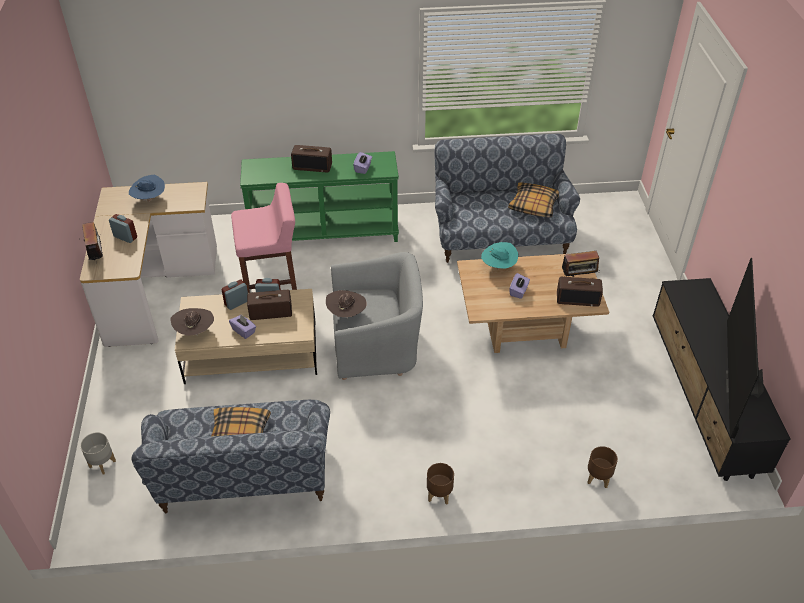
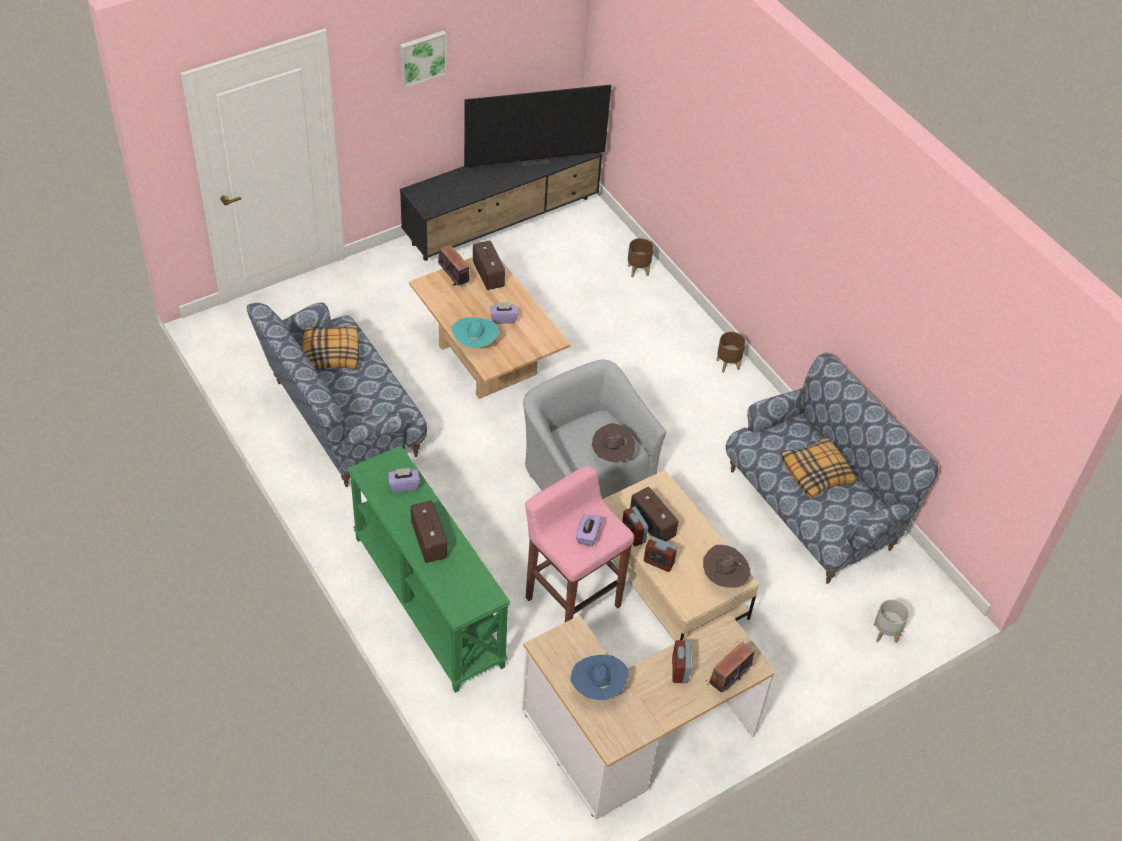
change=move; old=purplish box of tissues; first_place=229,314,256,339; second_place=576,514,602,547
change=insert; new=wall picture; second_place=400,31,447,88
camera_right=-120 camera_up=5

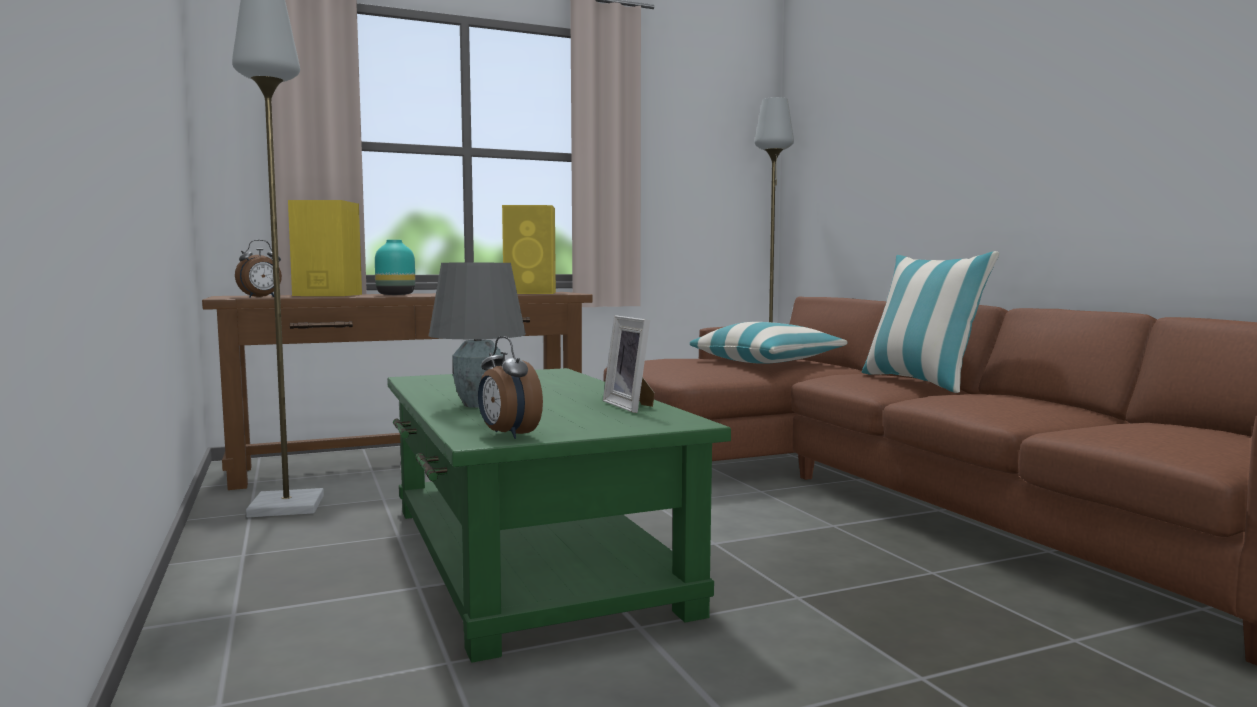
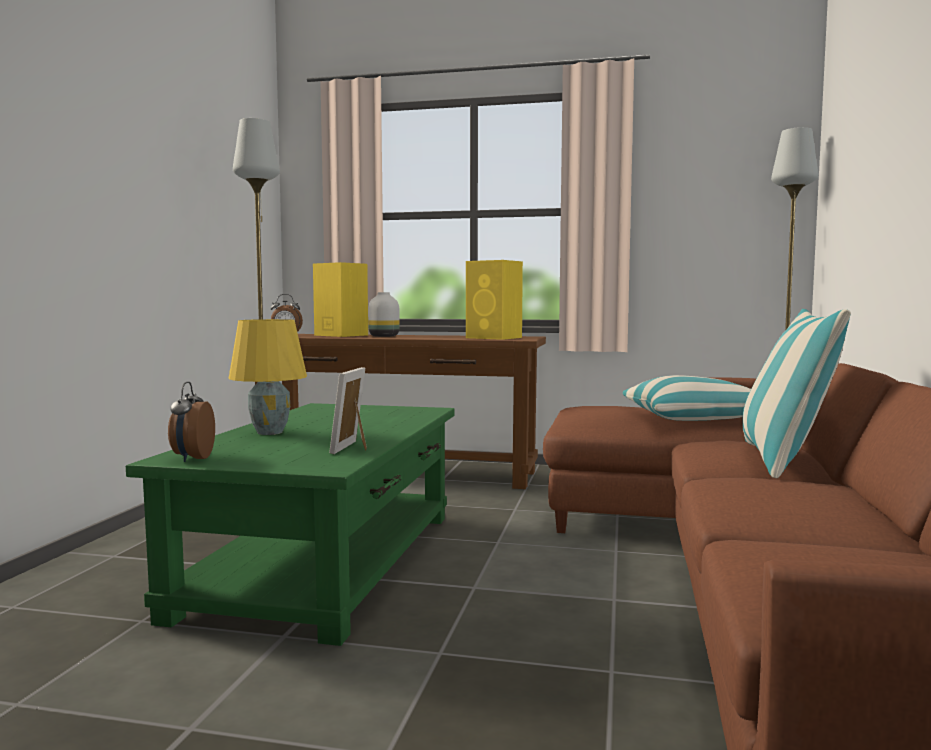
change=recolor; old=blue-green flower vase; new=white flower vase; first_place=375,240,415,295; second_place=368,292,400,337
change=recolor; old=grey tabletop lamp; new=yellow-coloured tabletop lamp; first_place=429,263,526,408; second_place=229,319,307,435
camera_right=35 camera_up=0

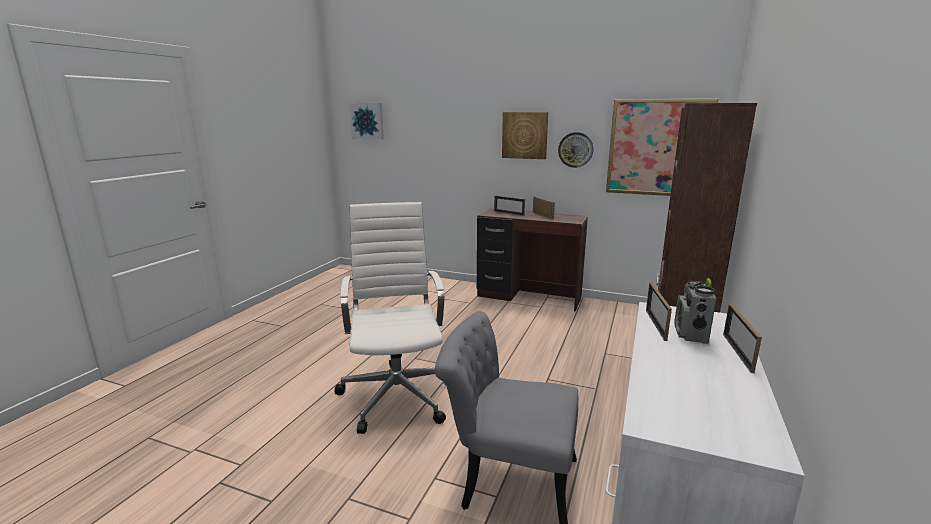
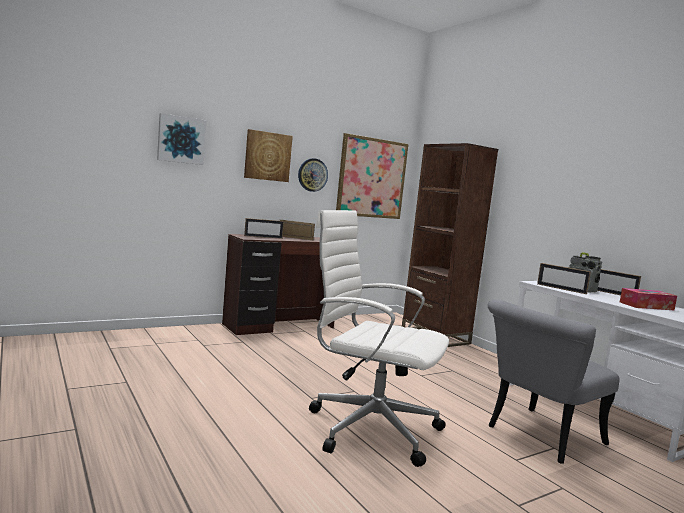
change=move; old=wall picture; first_place=349,103,384,140; second_place=157,113,206,165
change=insert; new=box of tissues; second_place=620,288,677,310
camera_right=-55 camera_up=-10

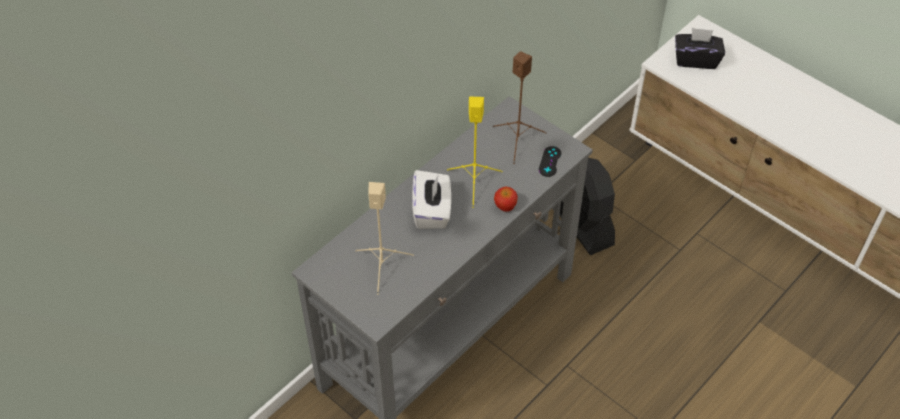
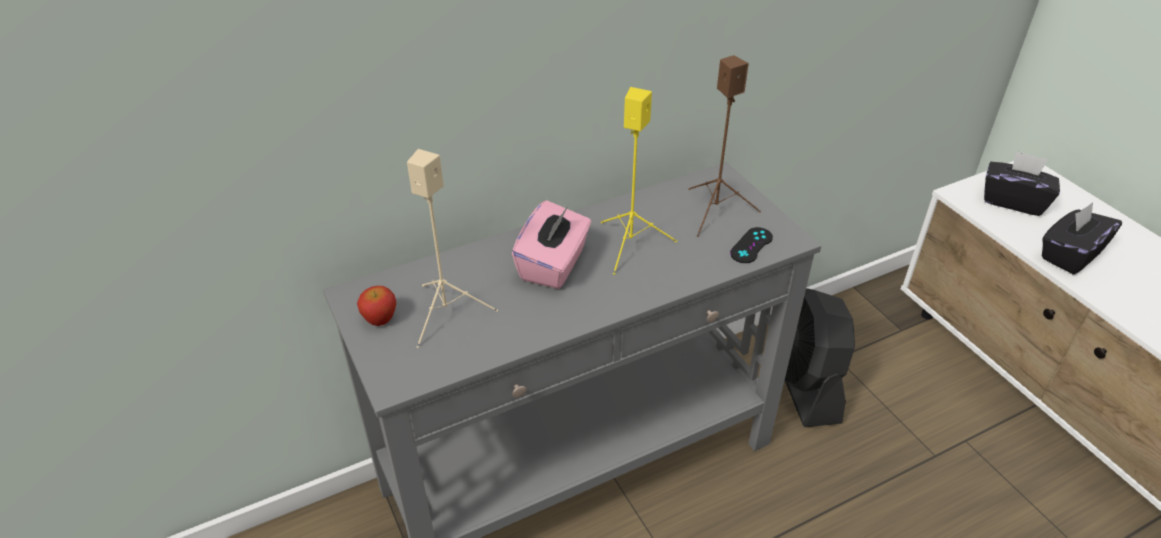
change=recolor; old=white box of tissues; new=pink box of tissues; first_place=413,170,451,229; second_place=512,200,591,289
change=move; old=apple; first_place=494,186,518,212; second_place=357,286,396,326
change=insert; new=black box of tissues; second_place=1042,202,1122,274
camera_right=20 camera_up=-10

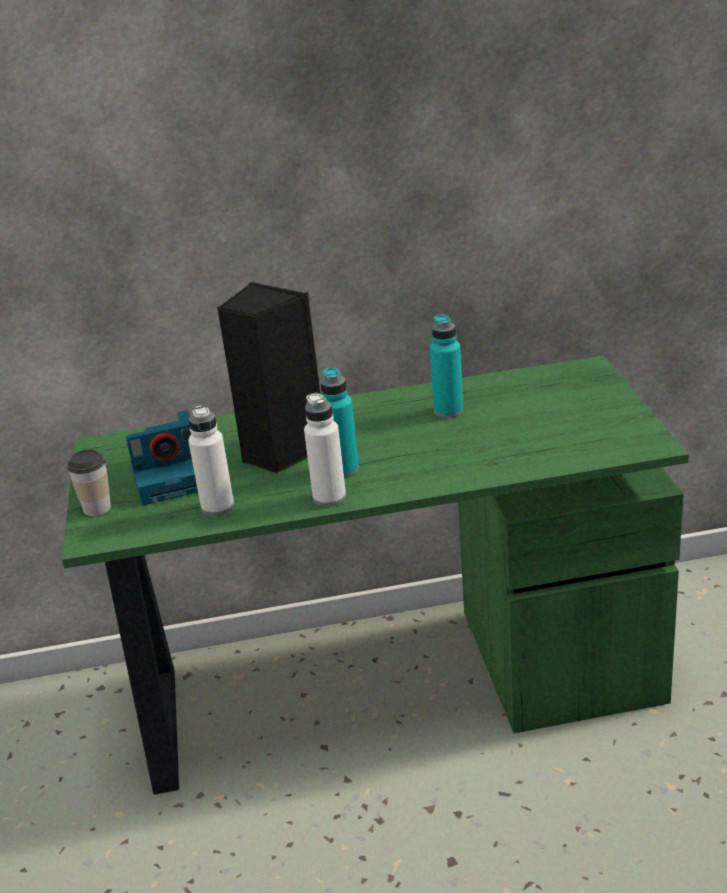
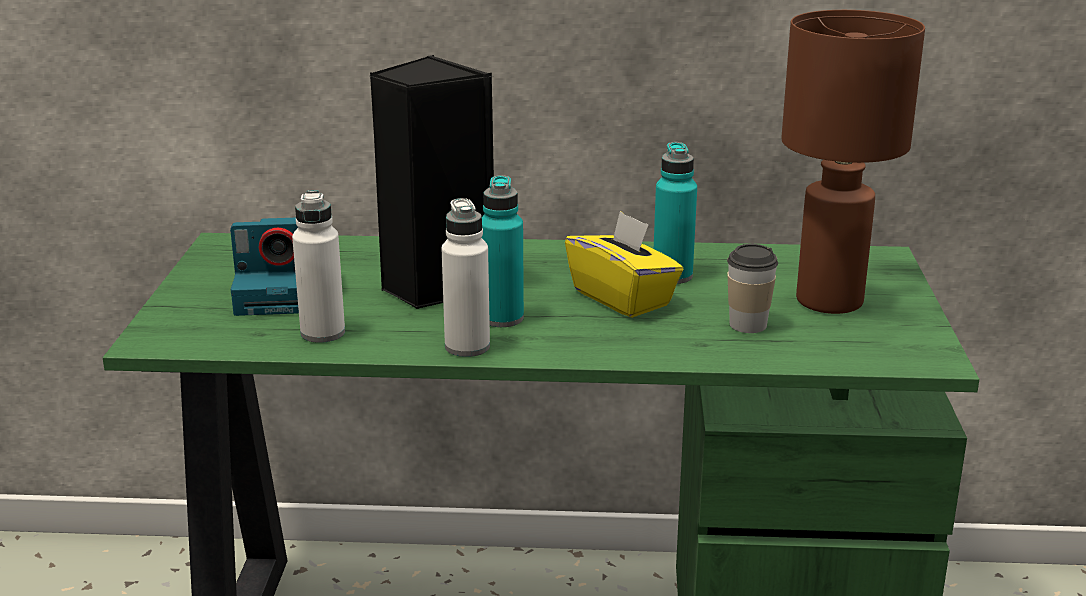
change=move; old=cup; first_place=67,449,111,516; second_place=727,244,778,333
change=insert; new=yellow-coloured box of tissues; second_place=565,211,684,318
change=insert; new=brown-coloured tabletop lamp; second_place=781,10,925,314
camera_right=10 camera_up=-5

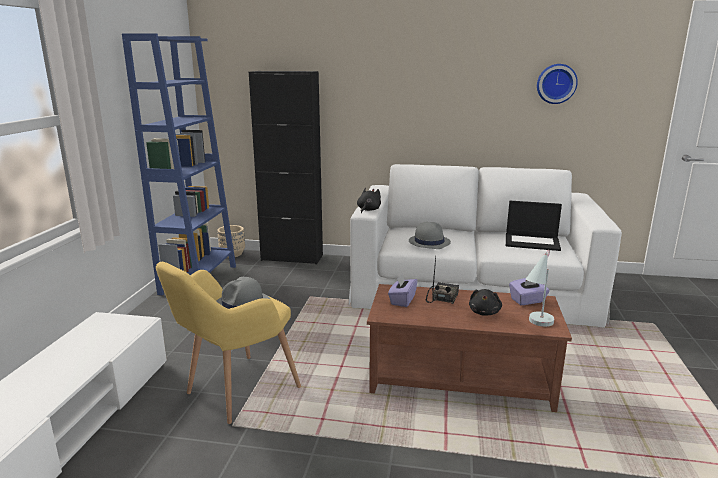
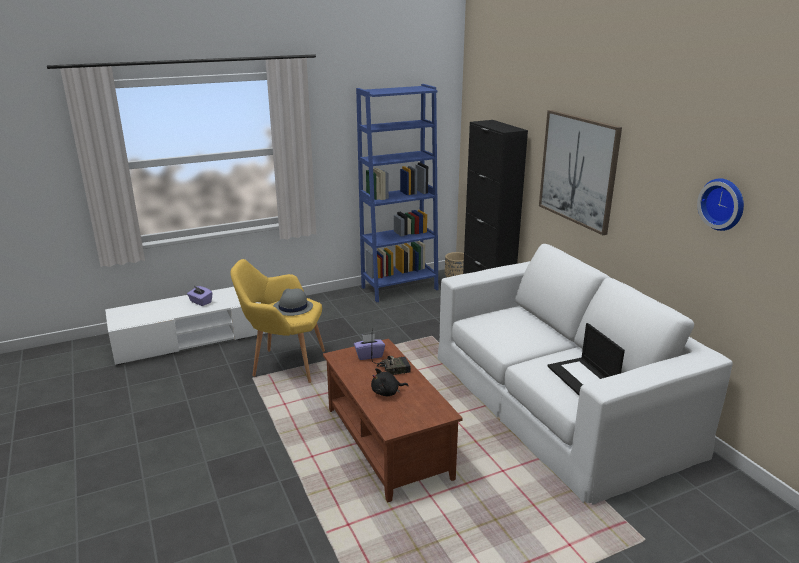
change=delete; old=black plush toy; first_place=357,188,381,213
change=delete; old=grey clothing hat; first_place=409,221,451,249
change=move; old=purplish box of tissues; first_place=509,278,550,305; second_place=187,286,212,306
change=delete; old=white tabletop lamp; first_place=525,250,554,327
change=insert; new=wall picture; second_place=539,110,622,235
camera_right=55 camera_up=5

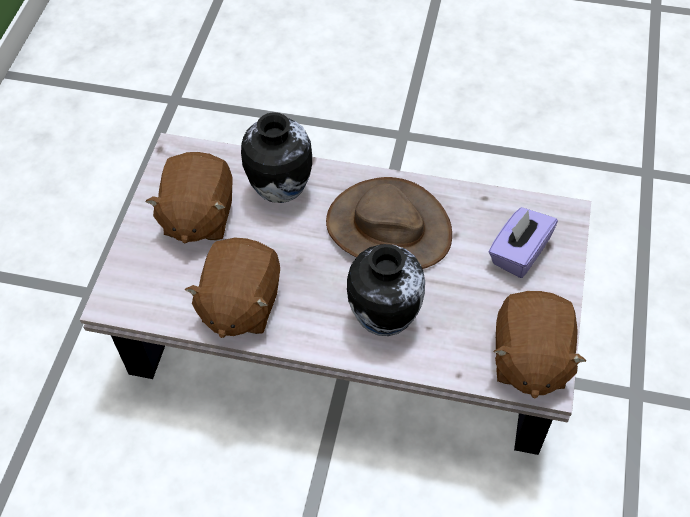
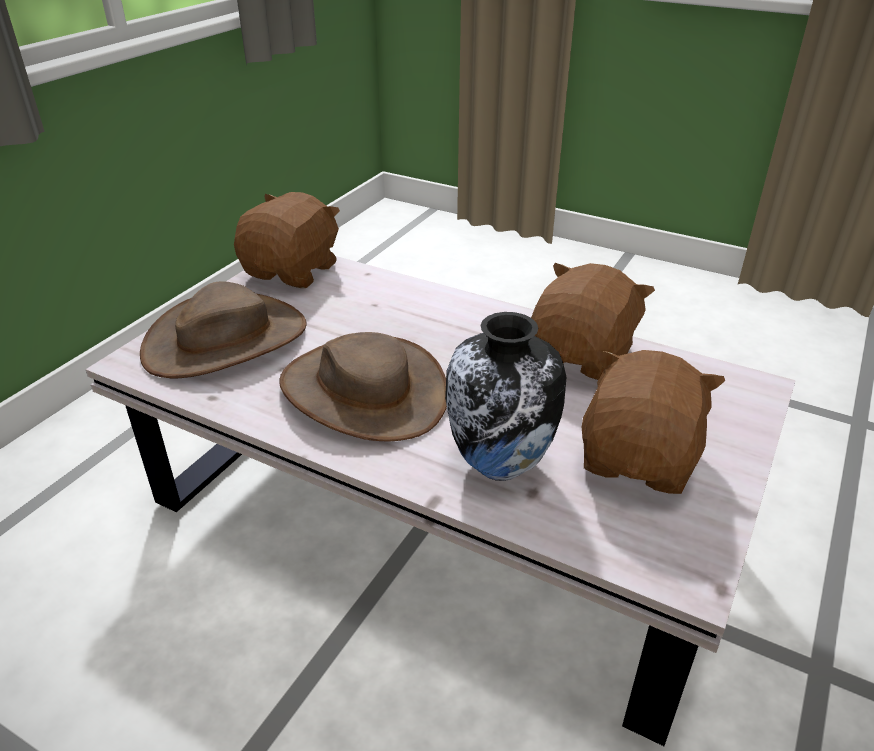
change=delete; old=flower vase; first_place=347,244,425,336
change=replace; old=purplish box of tissues; new=brown-coloured clothing hat; first_place=489,207,558,278; second_place=140,281,306,378
camera_right=-165 camera_up=-20

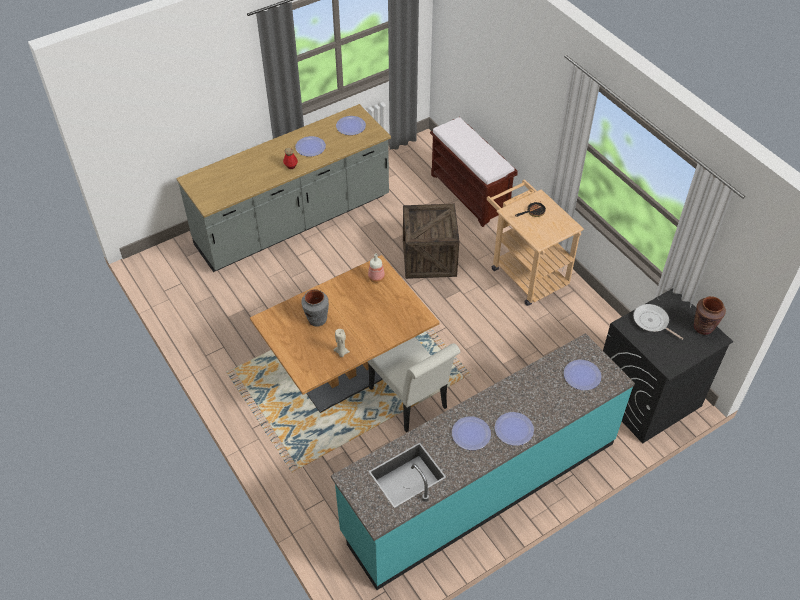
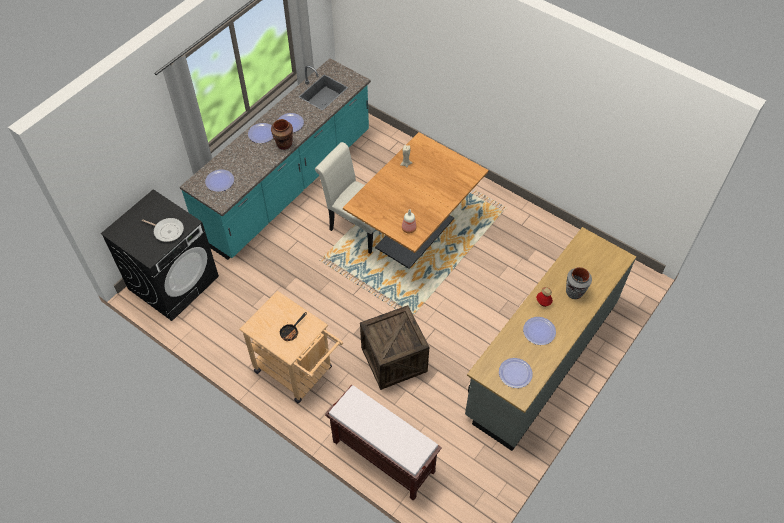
change=move; old=grey flower vase; first_place=301,289,329,327; second_place=566,267,592,299
change=move; old=brown-coloured flower vase; first_place=694,296,726,335; second_place=271,119,293,150
camera_right=160 camera_up=5

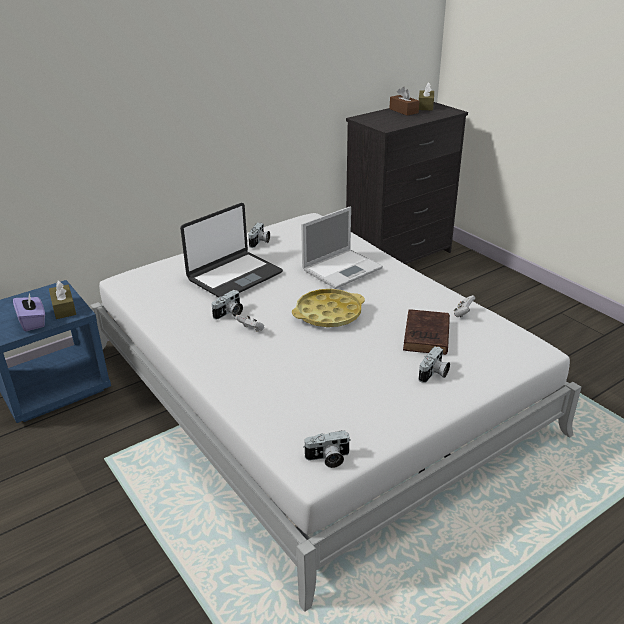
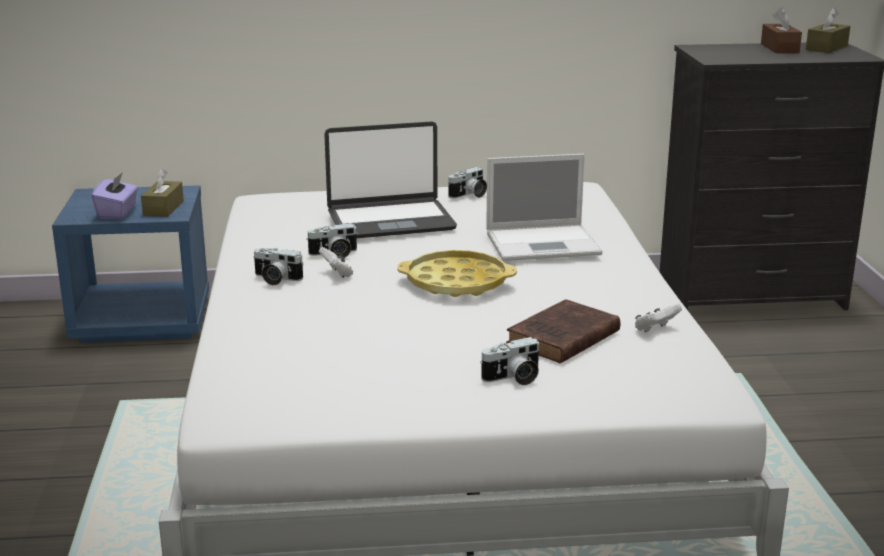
change=move; old=photo camera; first_place=303,431,351,468; second_place=253,248,303,285
camera_right=30 camera_up=-10

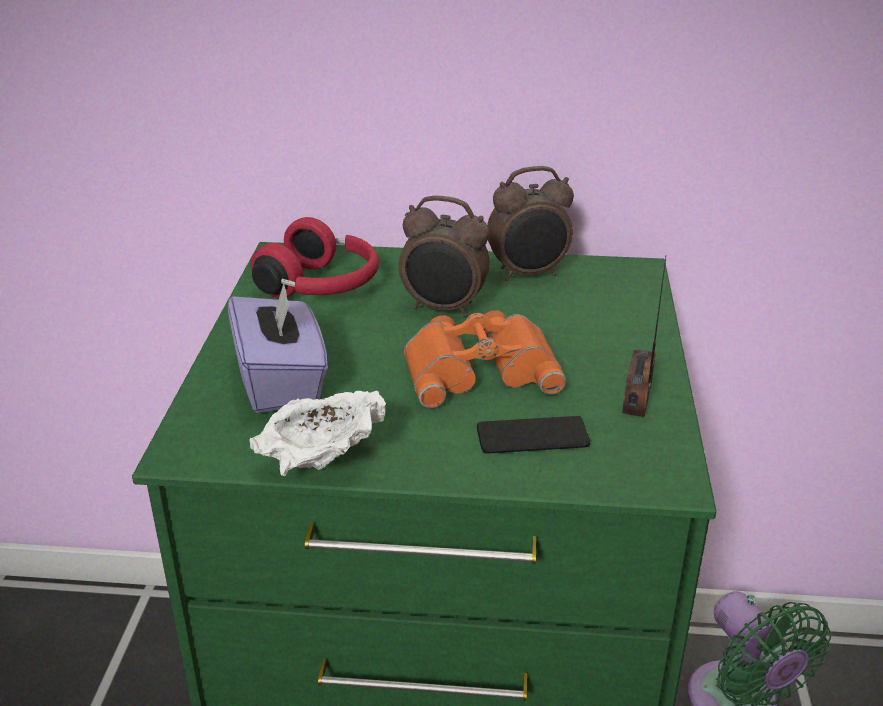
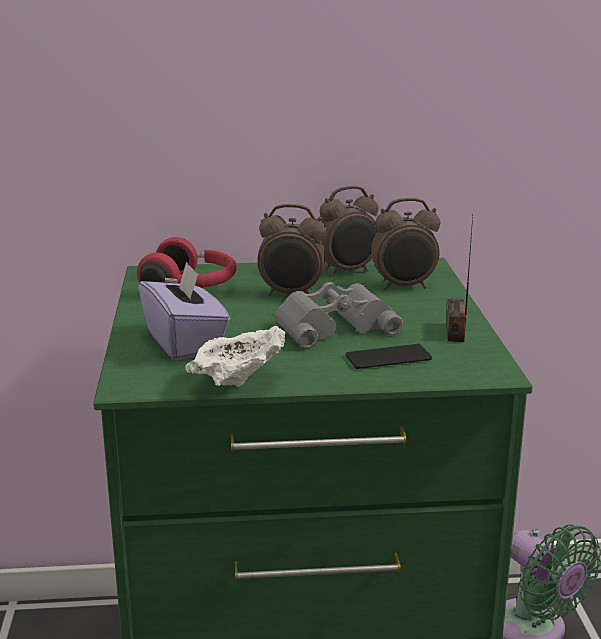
change=recolor; old=orange-coloured pair of binoculars; new=grey pair of binoculars; first_place=404,310,566,408; second_place=275,282,403,348
change=insert; new=alarm clock; second_place=371,198,440,290
camera_right=-10 camera_up=-10

